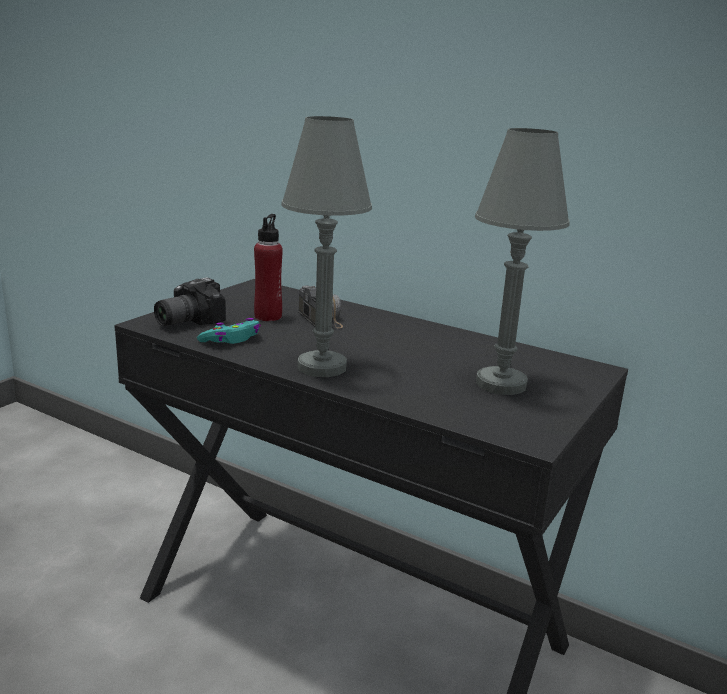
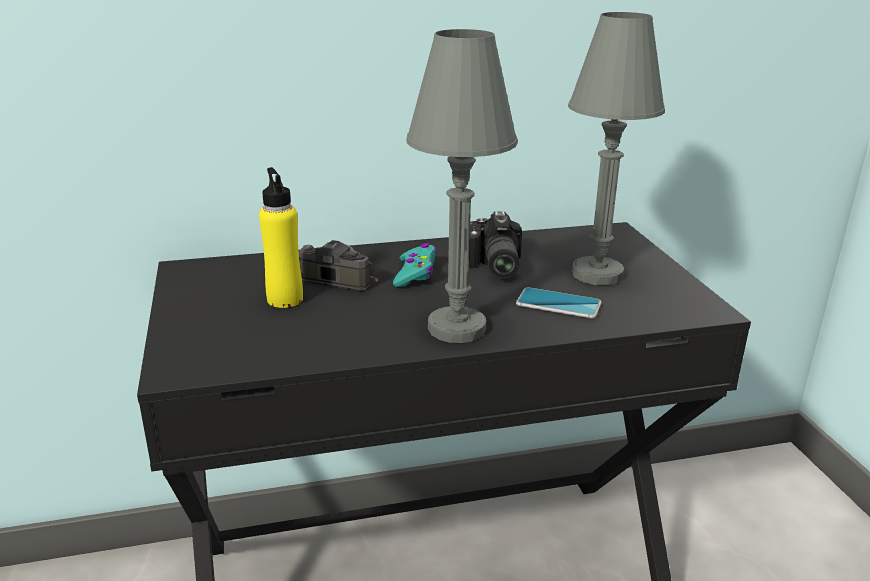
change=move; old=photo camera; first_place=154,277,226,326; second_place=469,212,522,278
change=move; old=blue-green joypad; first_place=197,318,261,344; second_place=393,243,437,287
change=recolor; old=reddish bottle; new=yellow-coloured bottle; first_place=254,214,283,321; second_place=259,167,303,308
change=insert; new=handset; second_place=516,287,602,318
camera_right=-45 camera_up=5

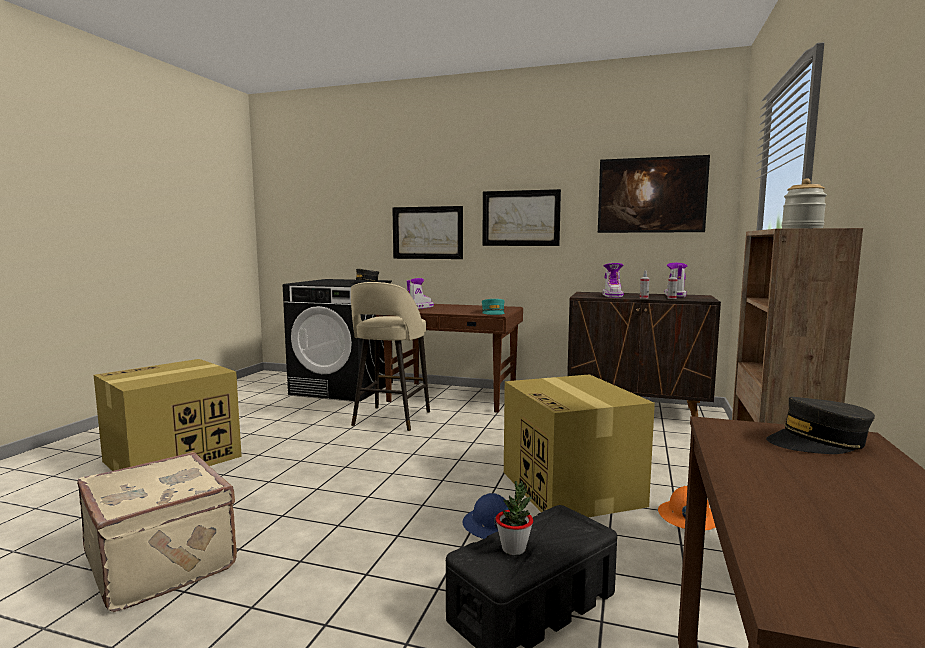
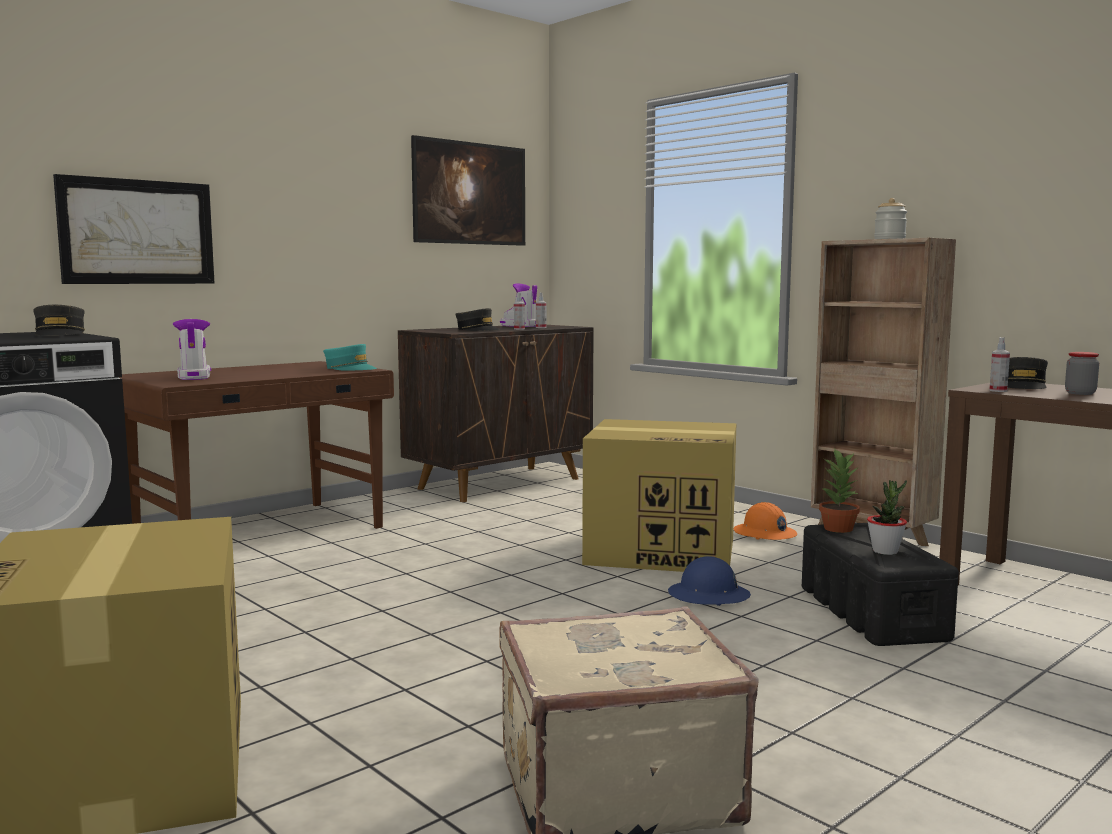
change=delete; old=beige-coloured stool seat; first_place=351,282,430,431
change=delete; old=wall picture; first_place=482,189,561,246
change=replace; old=high-top boot; new=grey cap; first_place=602,263,624,298; second_place=455,308,500,331
change=insert; new=plant in a pot; second_place=819,449,860,533
change=insert; new=hand sprayer; second_place=989,337,1010,392
change=insert; new=jar; second_place=1065,352,1099,395
camera_right=-60 camera_up=0

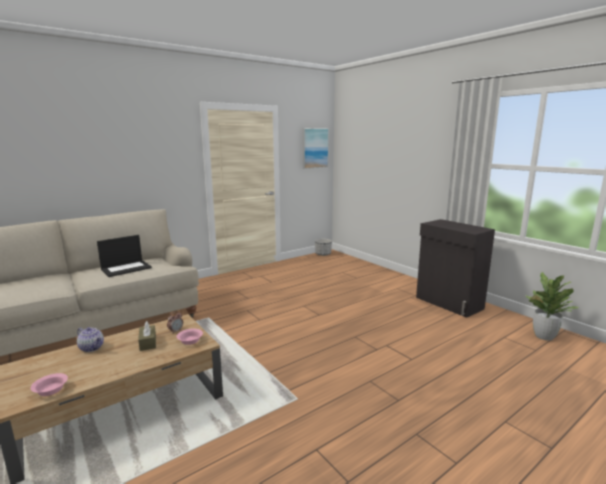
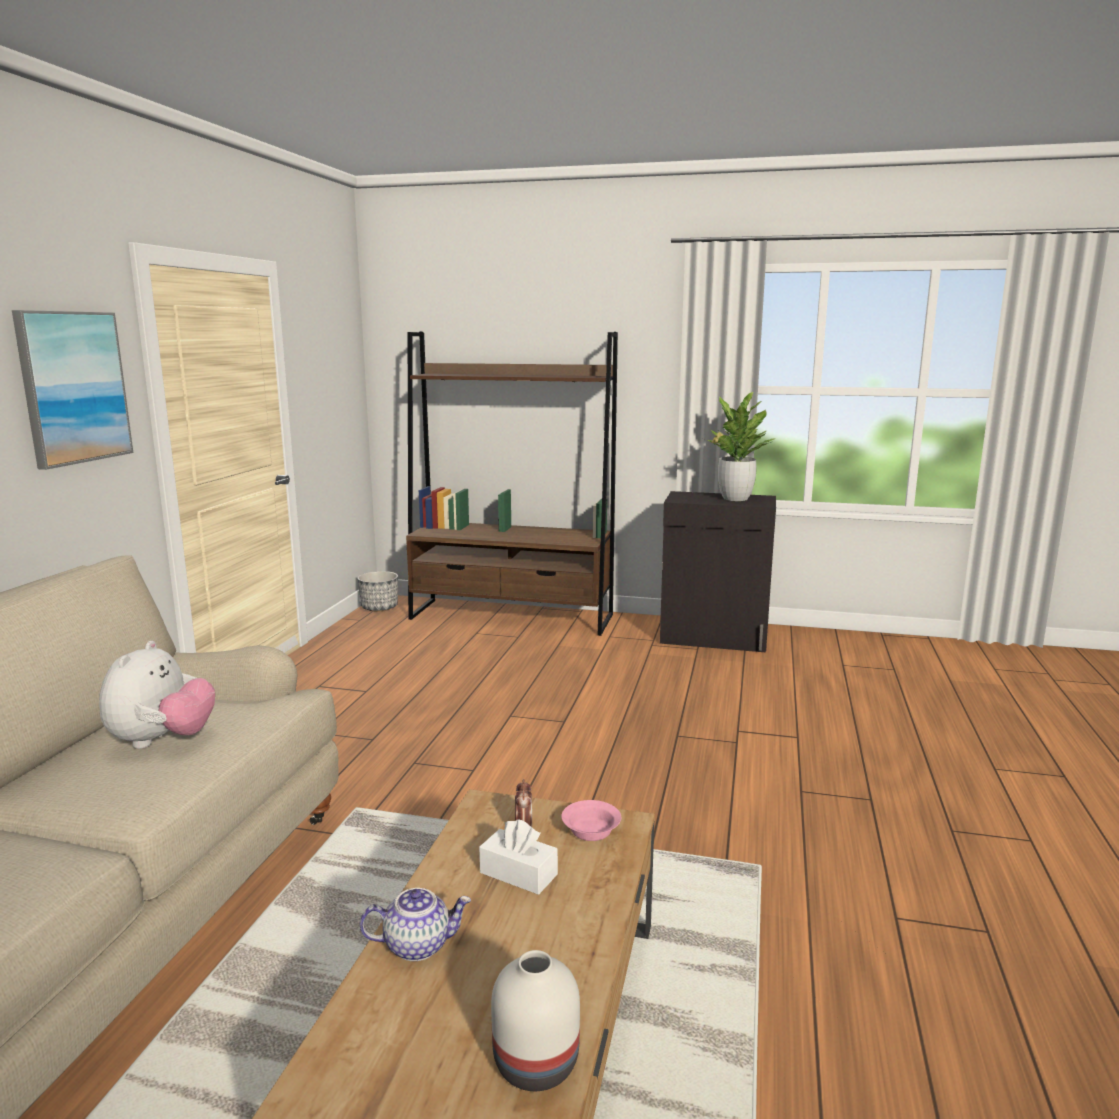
change=replace; old=pink deep dish; new=white flower vase; first_place=30,373,68,396; second_place=491,950,580,1091
change=replace; old=laptop; new=plush toy; first_place=97,235,152,277; second_place=99,641,215,749
change=recolor; old=brown-coloured box of tissues; new=white box of tissues; first_place=138,321,156,351; second_place=479,819,558,895
change=move; old=wall picture; first_place=303,128,329,169; second_place=12,310,133,470
change=move; old=plant in a pot; first_place=525,272,579,341; second_place=703,392,774,501
change=insert; new=brown-coloured shelving unit; second_place=406,332,618,636
camera_right=-40 camera_up=0

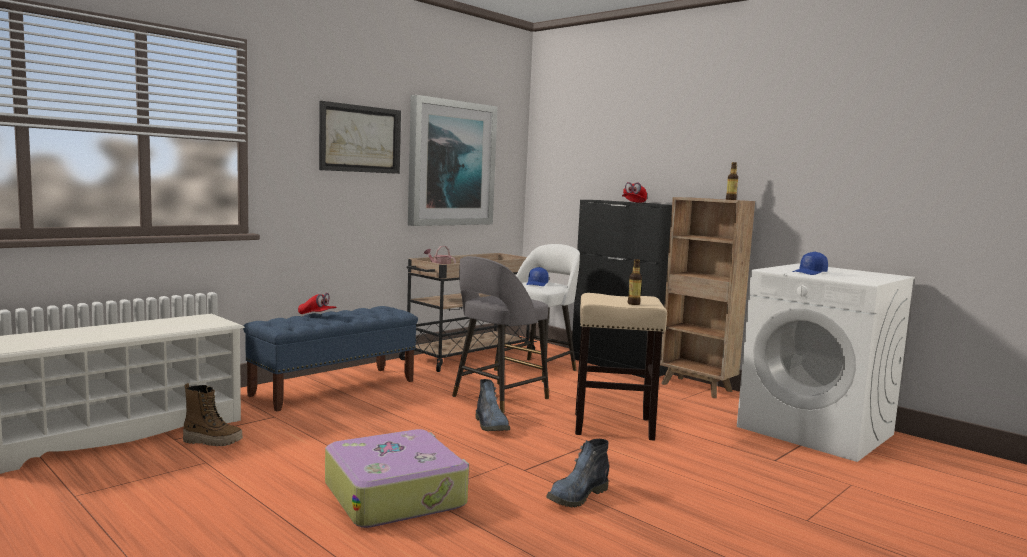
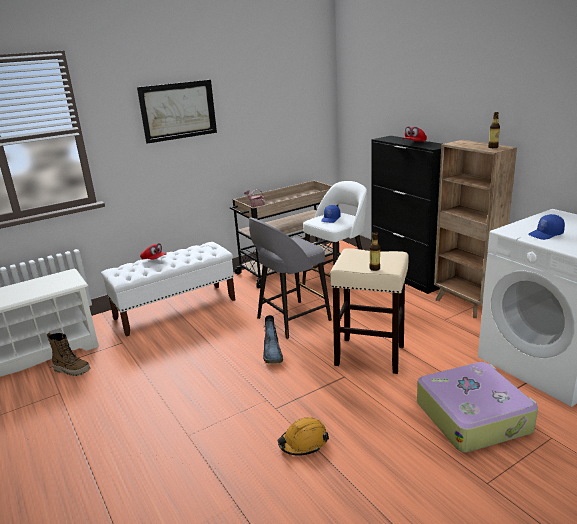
change=recolor; old=blue-coloured indoor bench; new=white indoor bench; first_place=243,306,418,411; second_place=101,242,235,337
change=move; old=travel case; first_place=325,429,469,528; second_place=417,362,538,453
change=delete; old=wall picture; first_place=408,95,497,226
change=replace; old=high-top boot; new=orange-coloured work helmet; first_place=546,439,609,507; second_place=277,417,329,456
camera_right=15 camera_up=15

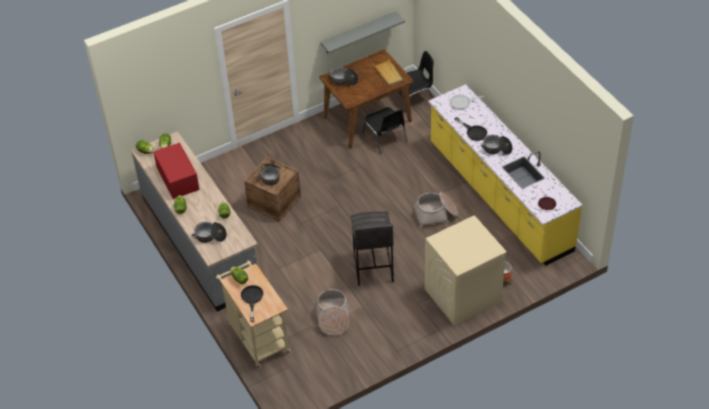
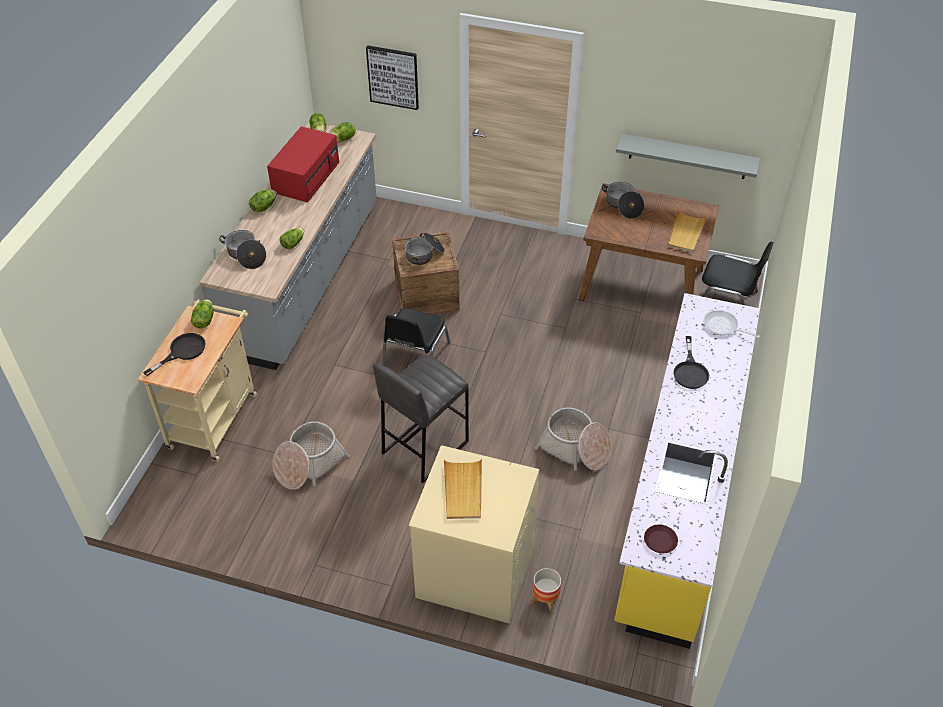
change=move; old=black plain chair; first_place=362,107,407,154; second_place=382,308,450,366
change=delete; old=stockpot; first_place=481,135,512,155
change=insert; new=wall picture; second_place=366,45,419,110
change=insert; new=beige-coloured serving tray; second_place=444,459,482,519
camera_right=45 camera_up=0

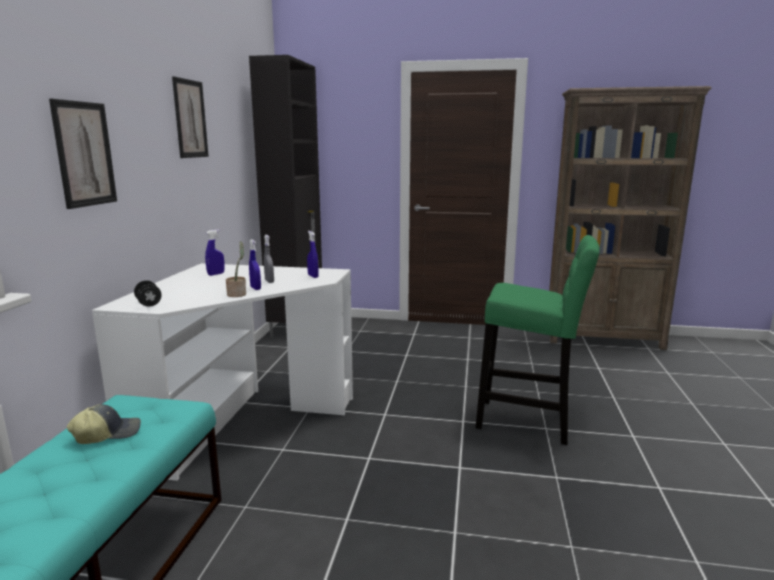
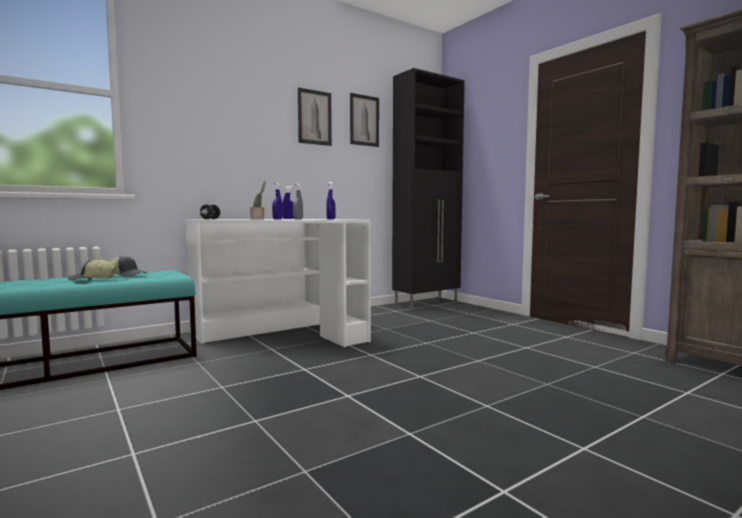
change=move; old=wall picture; first_place=49,99,117,209; second_place=350,93,379,147
change=delete; old=green-coloured stool seat; first_place=475,235,600,445
change=insert; new=cap; second_place=68,258,116,280
camera_right=45 camera_up=-10

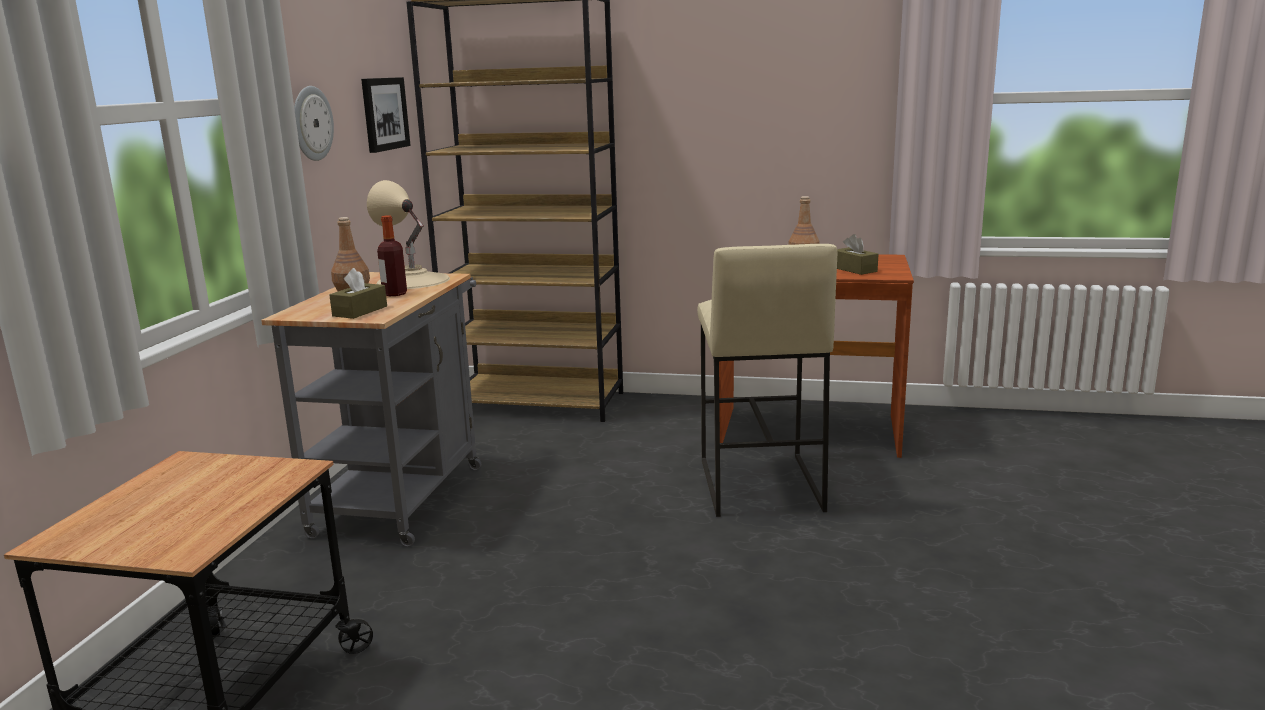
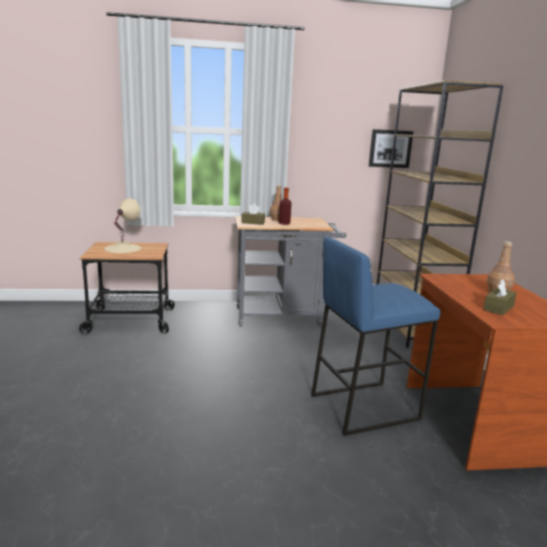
change=delete; old=clock on the wall; first_place=294,86,334,161
change=move; old=beige-coloured tabletop lamp; first_place=367,180,450,289; second_place=104,198,141,253
change=recolor; old=beige-coloured stool seat; new=blue-coloured stool seat; first_place=697,244,837,517; second_place=311,237,440,436
camera_right=70 camera_up=0

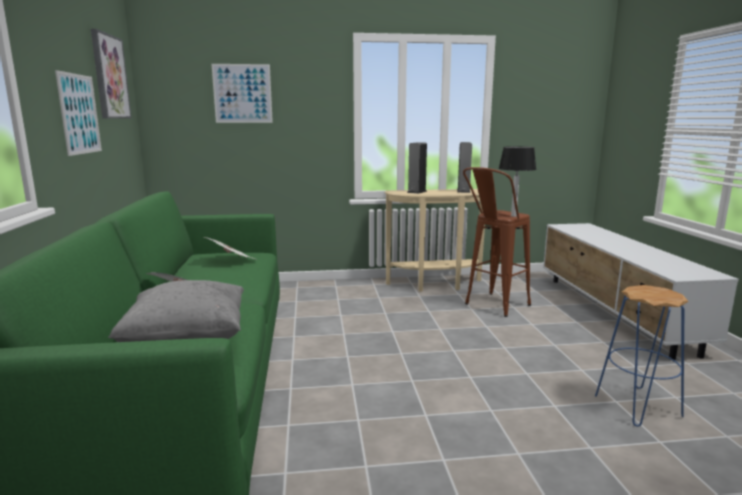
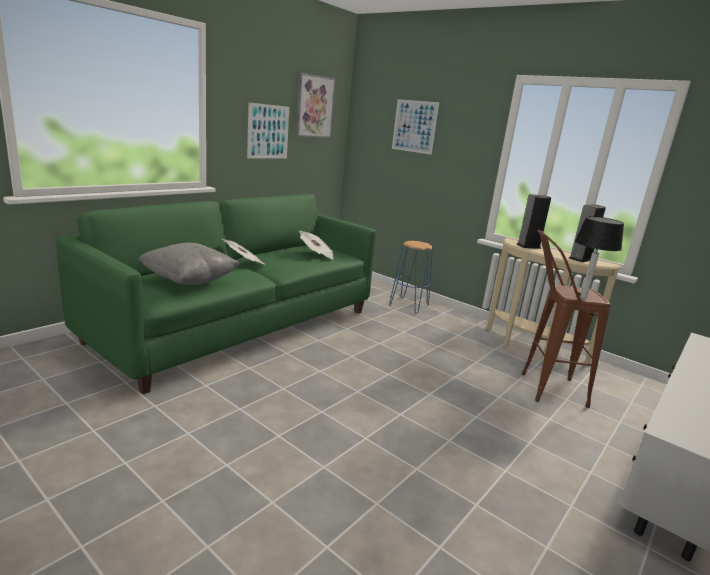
change=move; old=blue-coloured stool seat; first_place=595,285,689,427; second_place=389,241,433,314
camera_right=45 camera_up=5

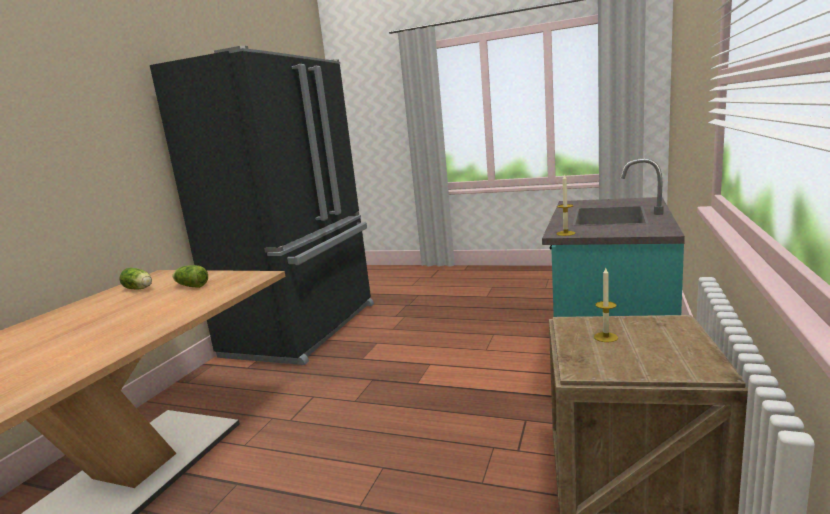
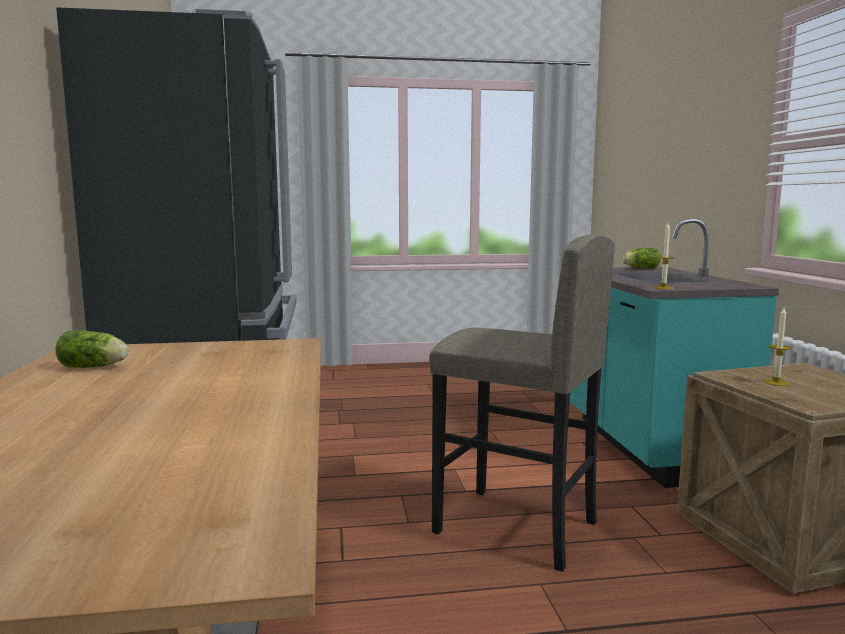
change=move; old=head of lettuce; first_place=172,265,208,288; second_place=622,248,661,268
change=insert; new=grey stool seat; second_place=429,234,615,572
camera_right=-30 camera_up=-5

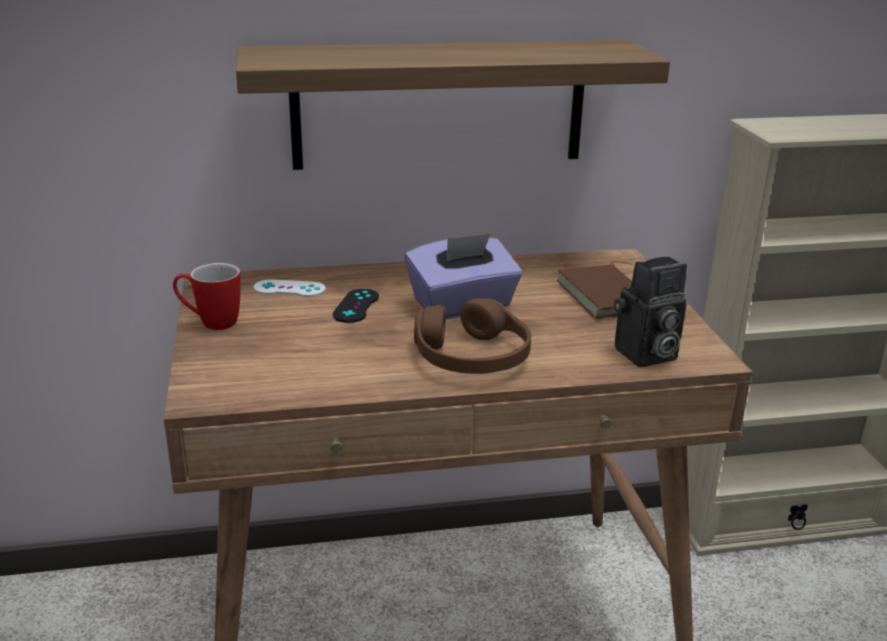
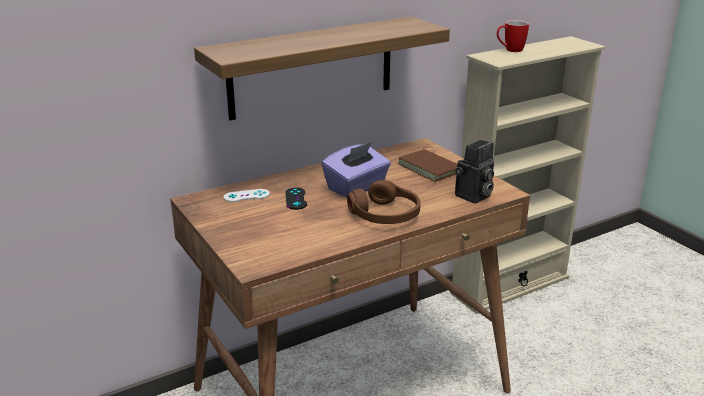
change=move; old=tea mug; first_place=173,263,241,330; second_place=497,20,529,52
camera_right=-20 camera_up=0

